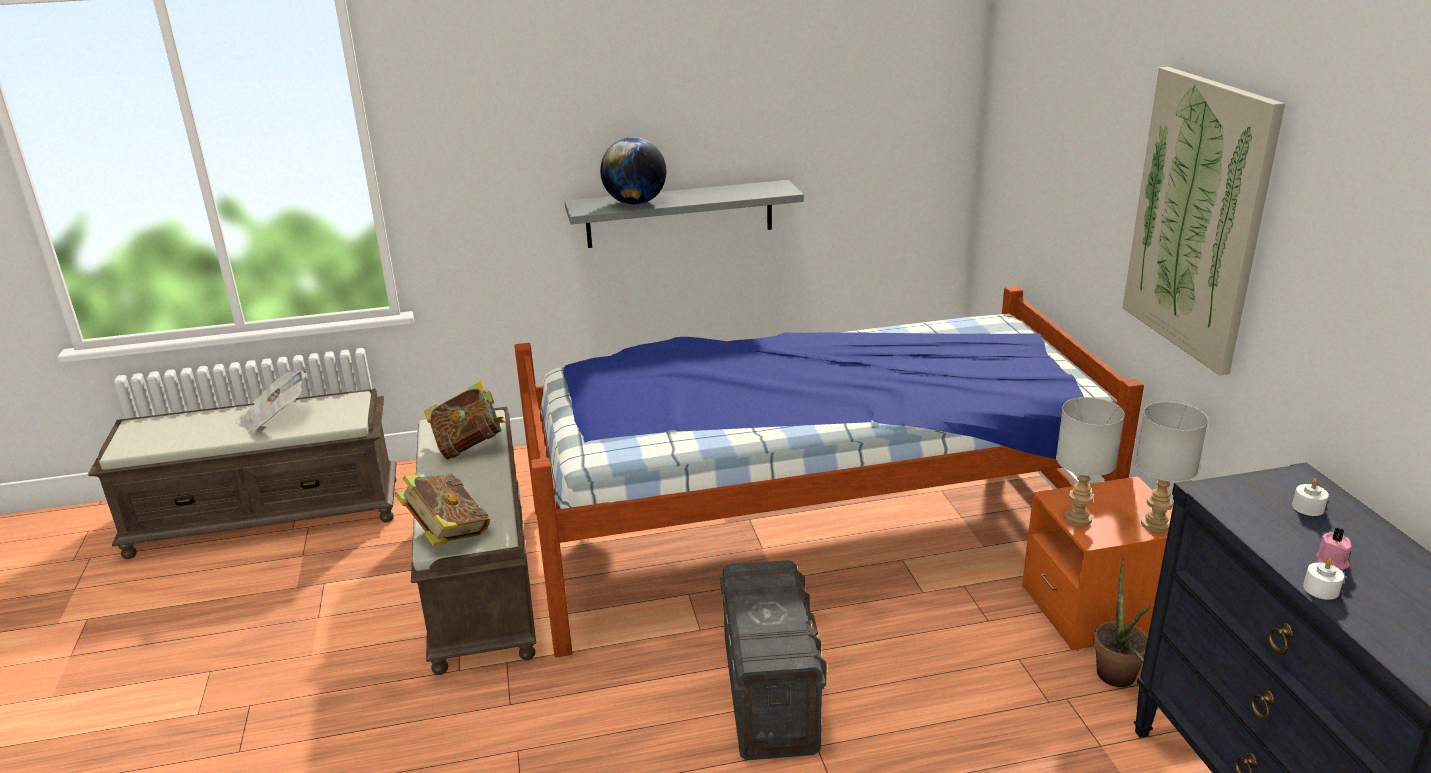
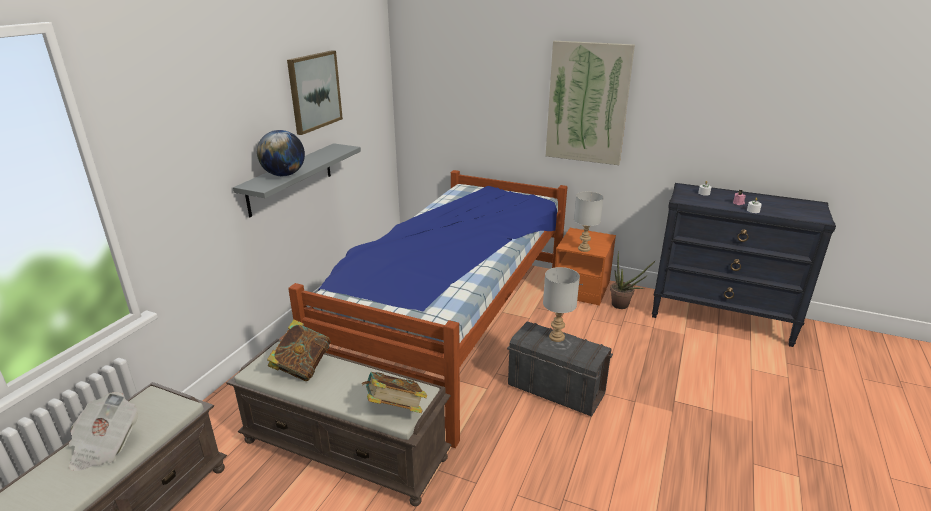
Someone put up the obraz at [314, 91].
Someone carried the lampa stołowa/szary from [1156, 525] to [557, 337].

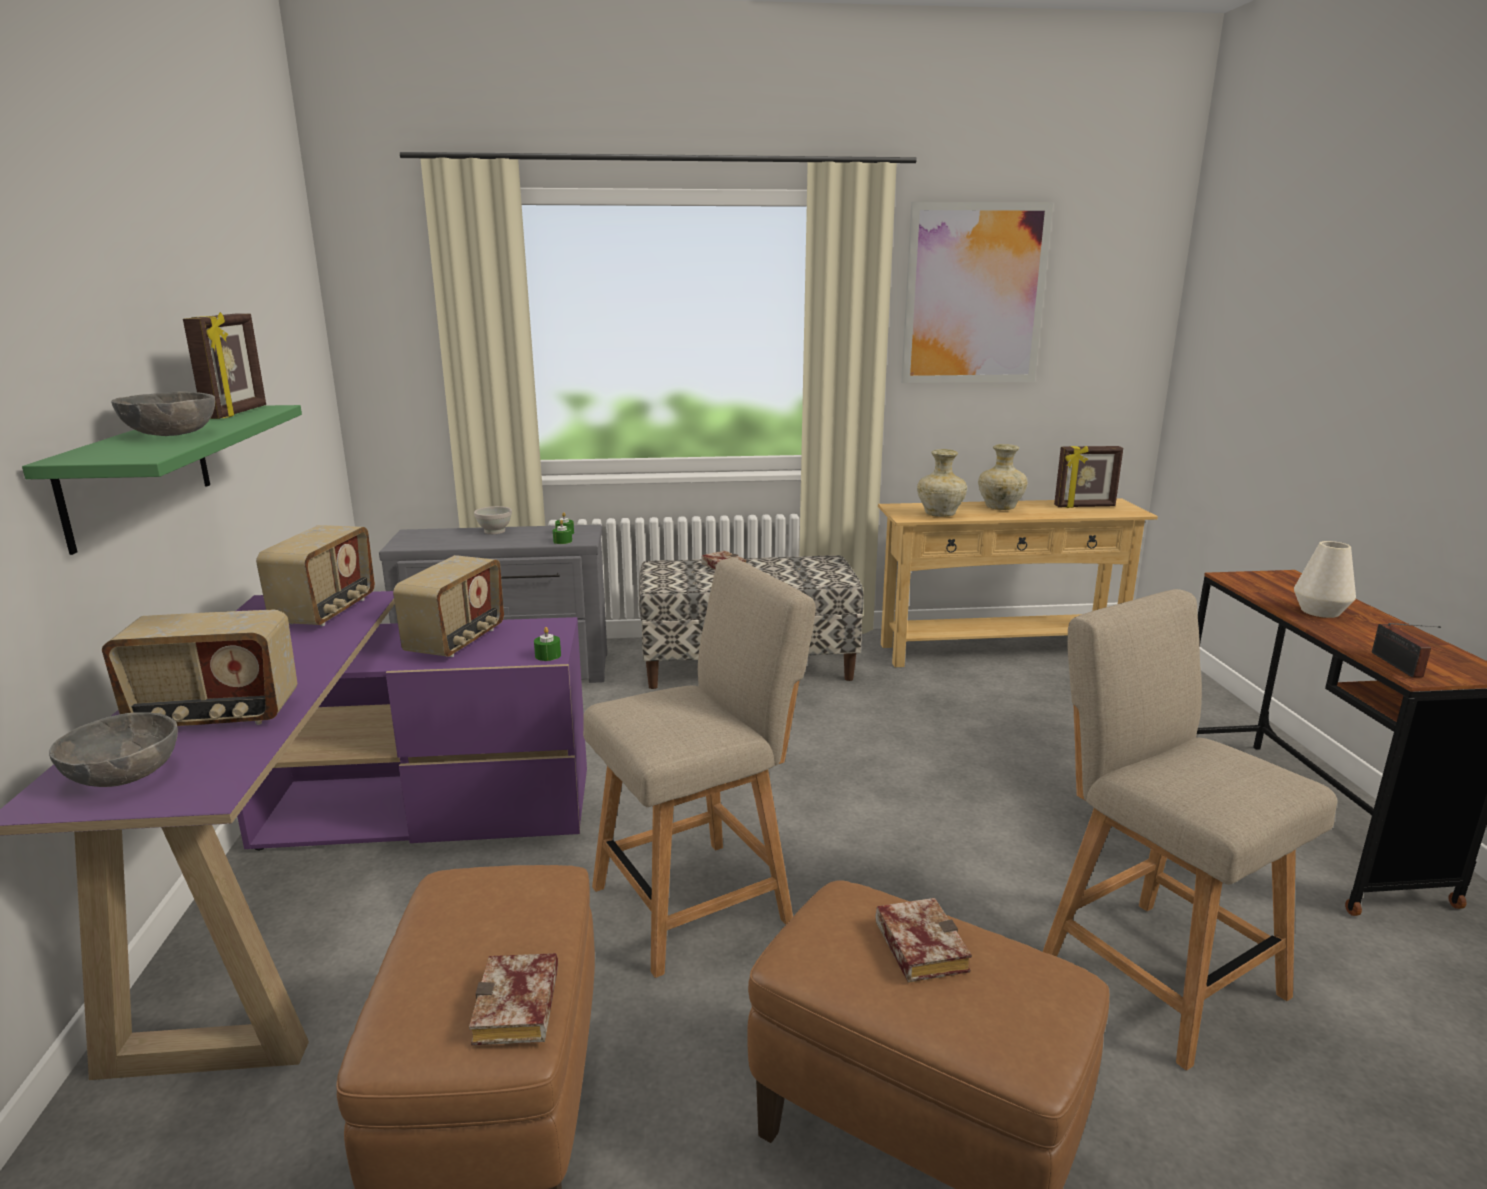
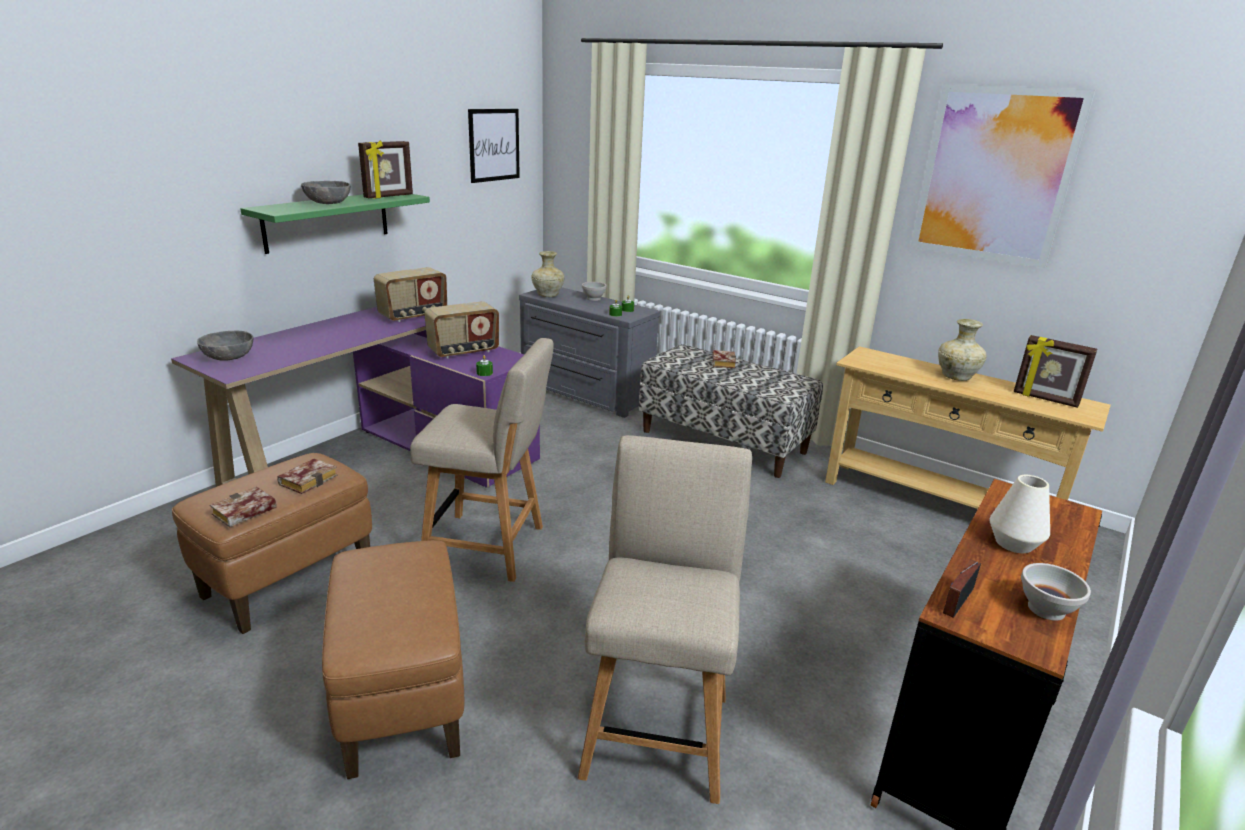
Someone carried the książka from [916, 945] to [309, 479].
Someone put up the obraz at [494, 145].
Someone carried the wazon/beżowy from [940, 514] to [548, 295].
Someone put down the miska/biały at [1047, 610].
Someone took away the radio at [215, 717].

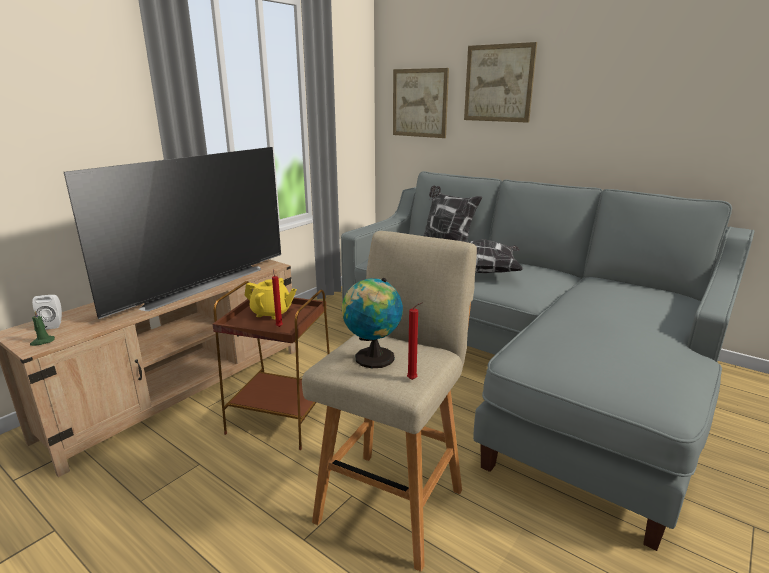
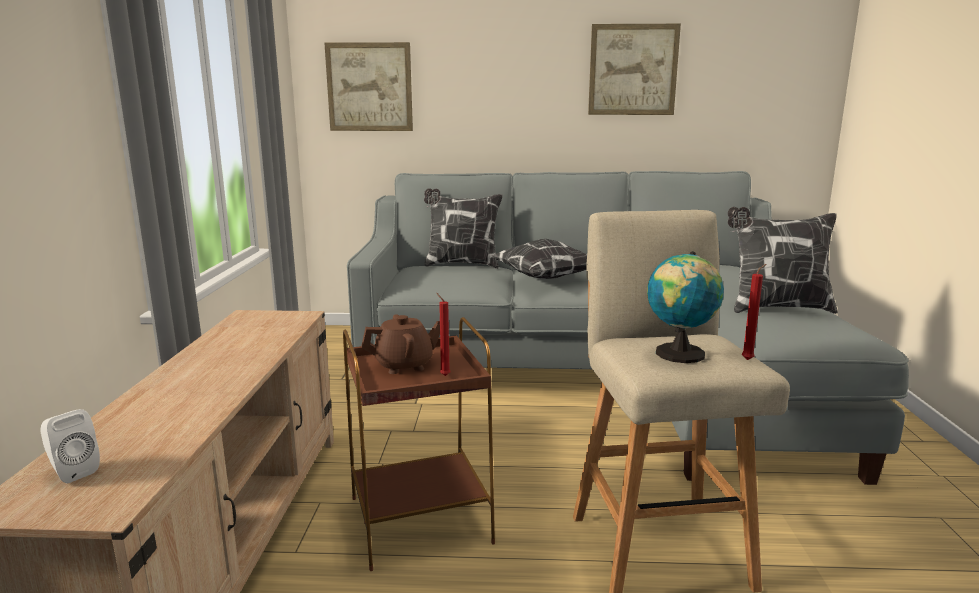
Someone repainted the imbryk/żółty at [271, 313], which became the imbryk/brązowy at [404, 365].
Someone carried the obraz from [498, 83] to [633, 70].
Someone put down the poduszka at [776, 308].
Someone took away the świeca/zielony at [42, 342].
Someone took away the telewizor at [199, 284].

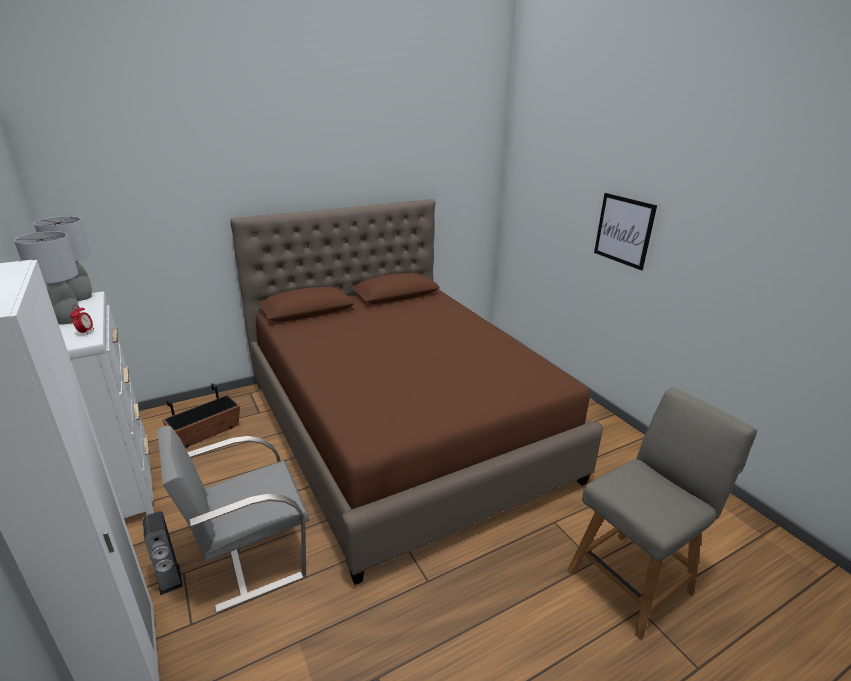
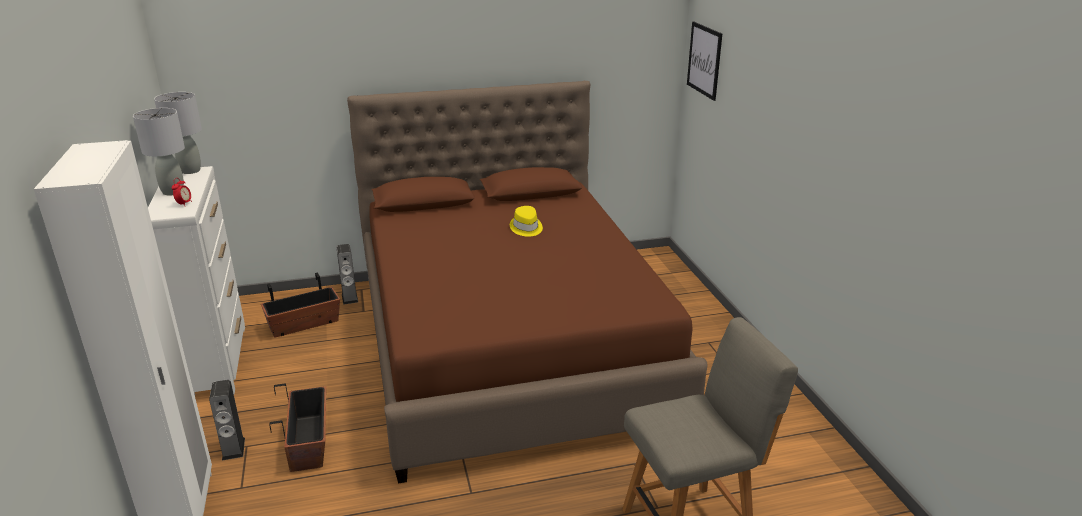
Someone swapped the krzesło/szary at [249, 556] for the donica at [309, 442].
Someone put down the głośnik at [349, 298].
Someone put down the kapelusz/żółty at [526, 228].
Someone carried the obraz from [624, 230] to [704, 60].

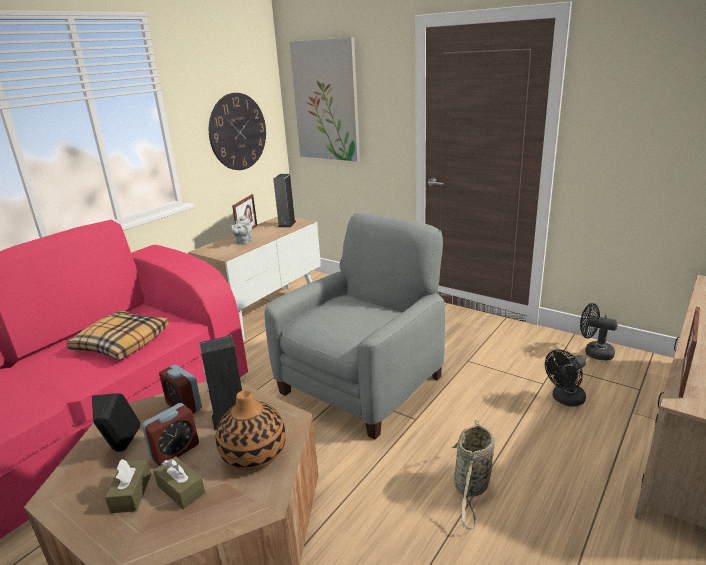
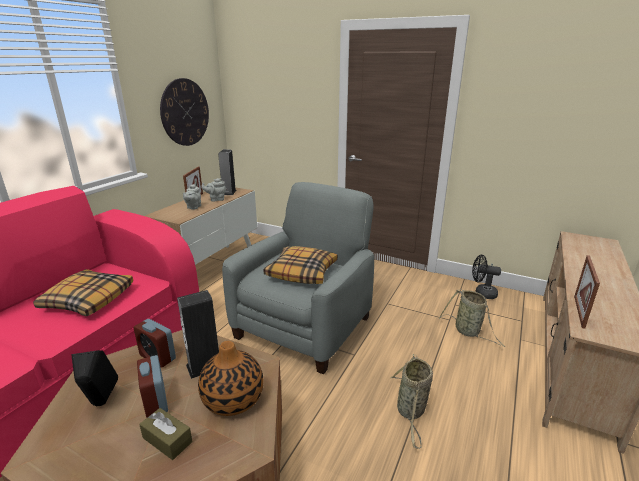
Someone rotated the budzik at [175, 451] by 120 degrees clockwise.
Someone put down the imbryk/szary at [216, 199].
Someone put down the poduszka at [302, 272].
Someone swapped the wentylator/czarny at [565, 399] for the koszyk at [468, 332].
Someone took away the pudełko chusteczek/brązowy at [131, 493].
Someone took away the obraz at [326, 101].

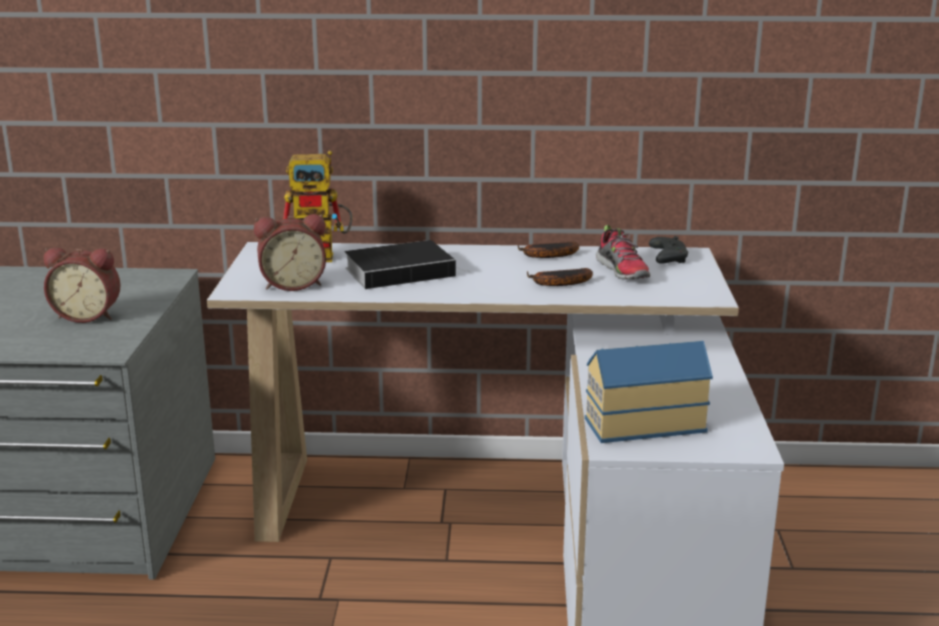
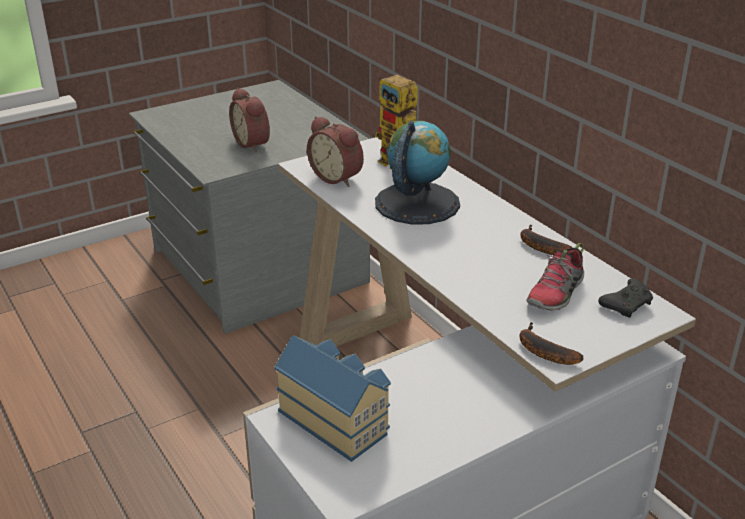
Someone swapped the książka at [402, 271] for the globus at [417, 203].
Someone carried the banan from [558, 283] to [542, 351].

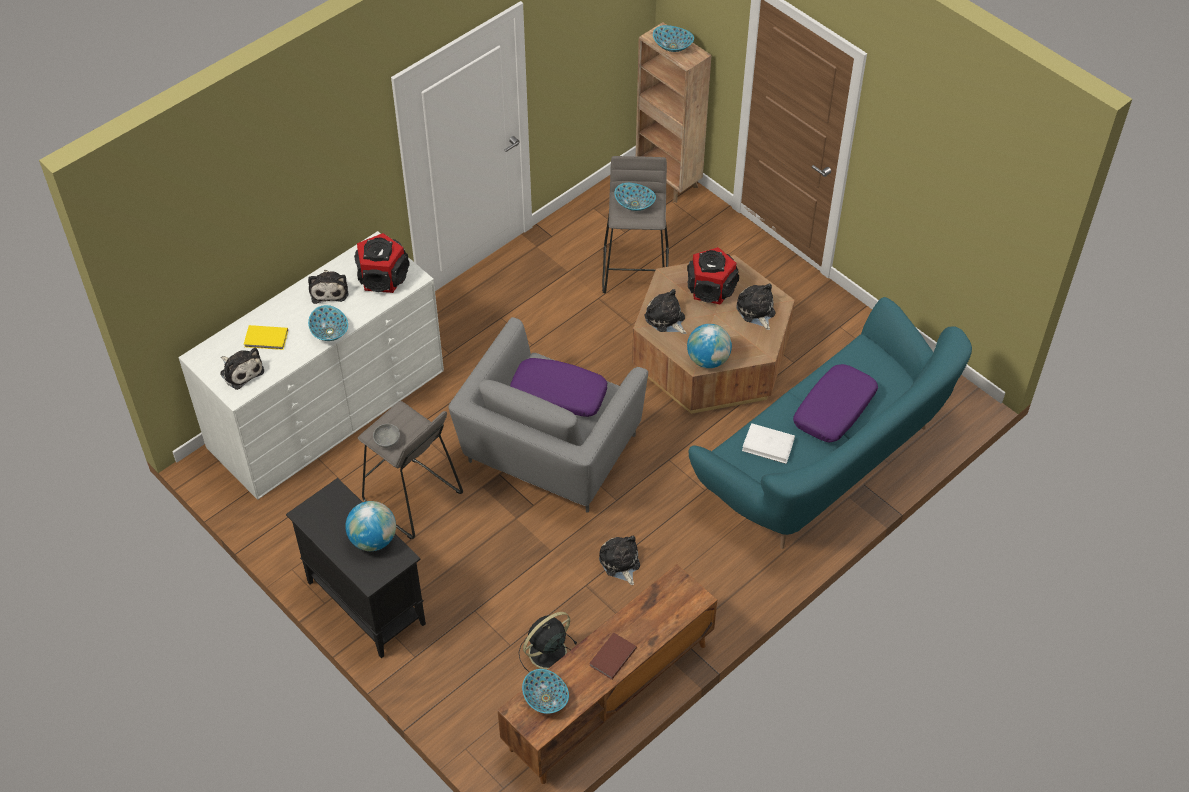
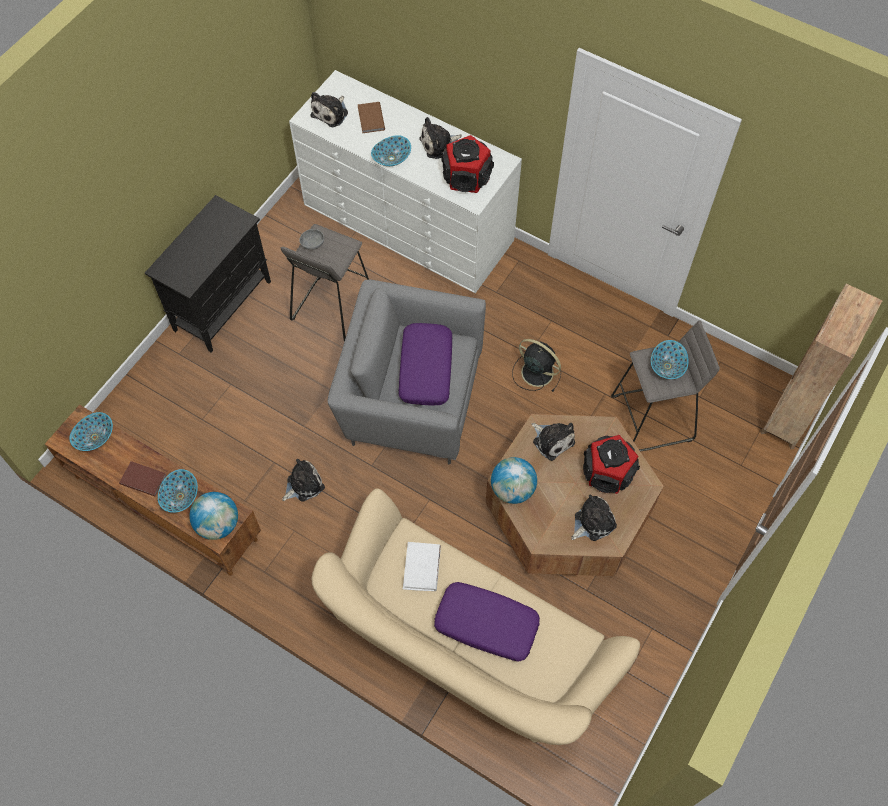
Someone carried the miska from [672, 46] to [179, 496].
Someone carried the globus from [373, 539] to [218, 524].
Someone repainted the kanapa/turkusowy at [826, 463], which became the kanapa/beżowy at [466, 646].
Someone repainted the książka/żółty at [266, 339], which became the książka/brązowy at [370, 119].
Someone carried the wentylator/czarny from [546, 653] to [536, 372].
Someone rotated the pluszak at [666, 319] by 105 degrees clockwise.

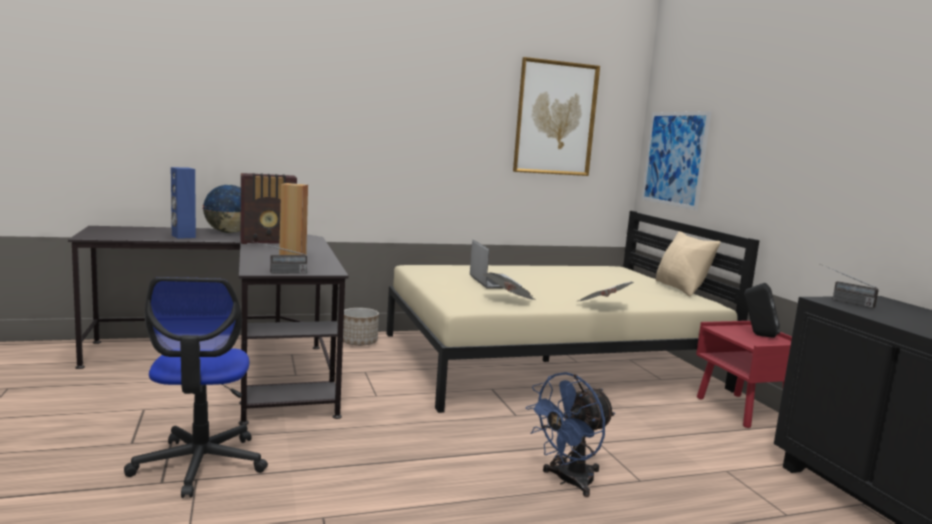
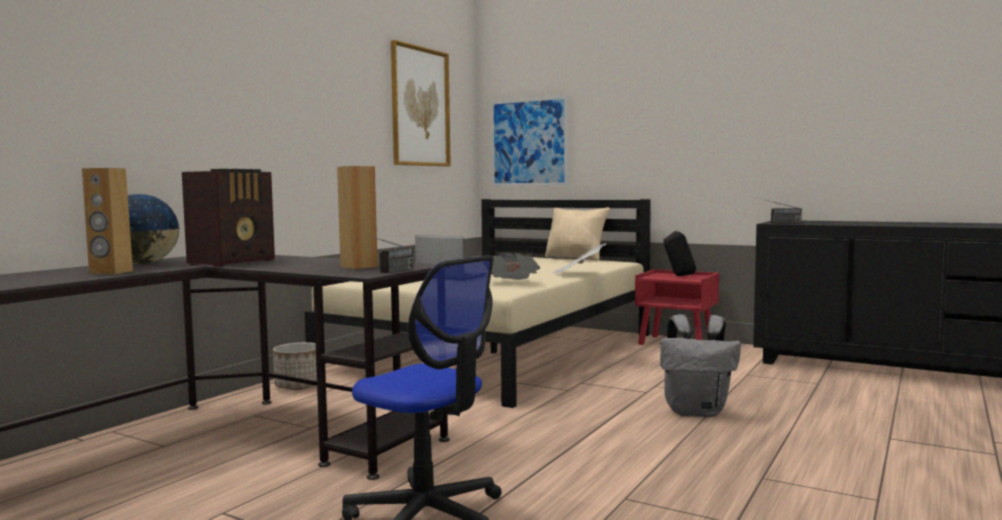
Someone repainted the głośnik/niebieski at [183, 236], which became the głośnik/brązowy at [110, 272].
Someone swapped the wentylator/niebieski at [568, 481] for the plecak/szary at [696, 411].

